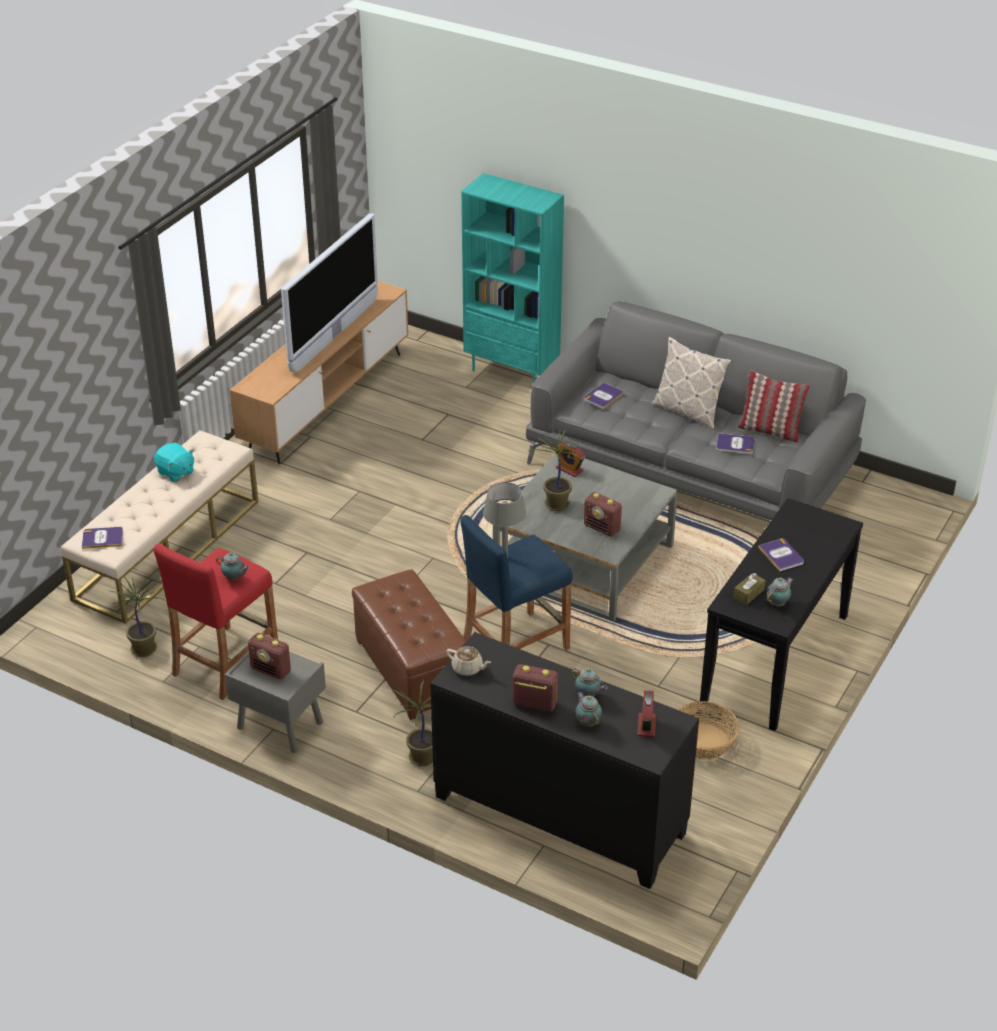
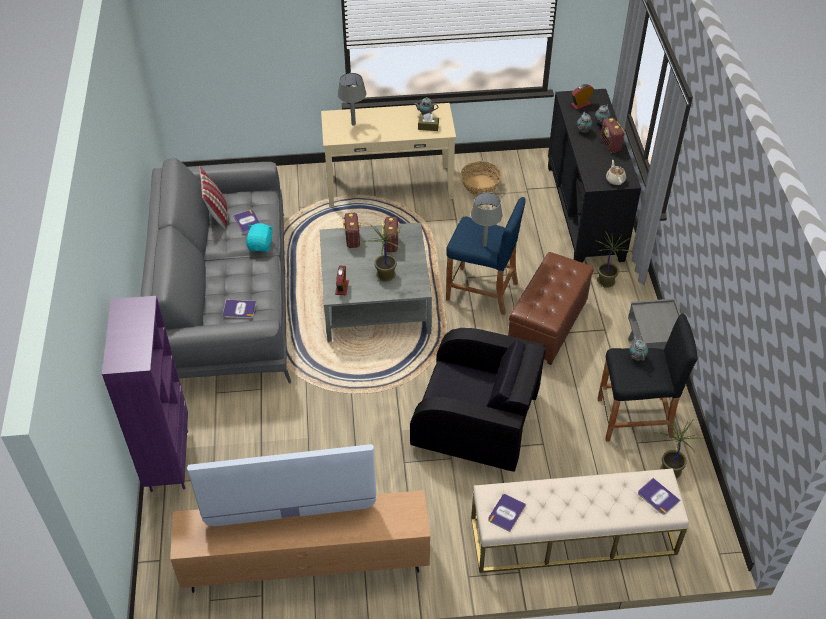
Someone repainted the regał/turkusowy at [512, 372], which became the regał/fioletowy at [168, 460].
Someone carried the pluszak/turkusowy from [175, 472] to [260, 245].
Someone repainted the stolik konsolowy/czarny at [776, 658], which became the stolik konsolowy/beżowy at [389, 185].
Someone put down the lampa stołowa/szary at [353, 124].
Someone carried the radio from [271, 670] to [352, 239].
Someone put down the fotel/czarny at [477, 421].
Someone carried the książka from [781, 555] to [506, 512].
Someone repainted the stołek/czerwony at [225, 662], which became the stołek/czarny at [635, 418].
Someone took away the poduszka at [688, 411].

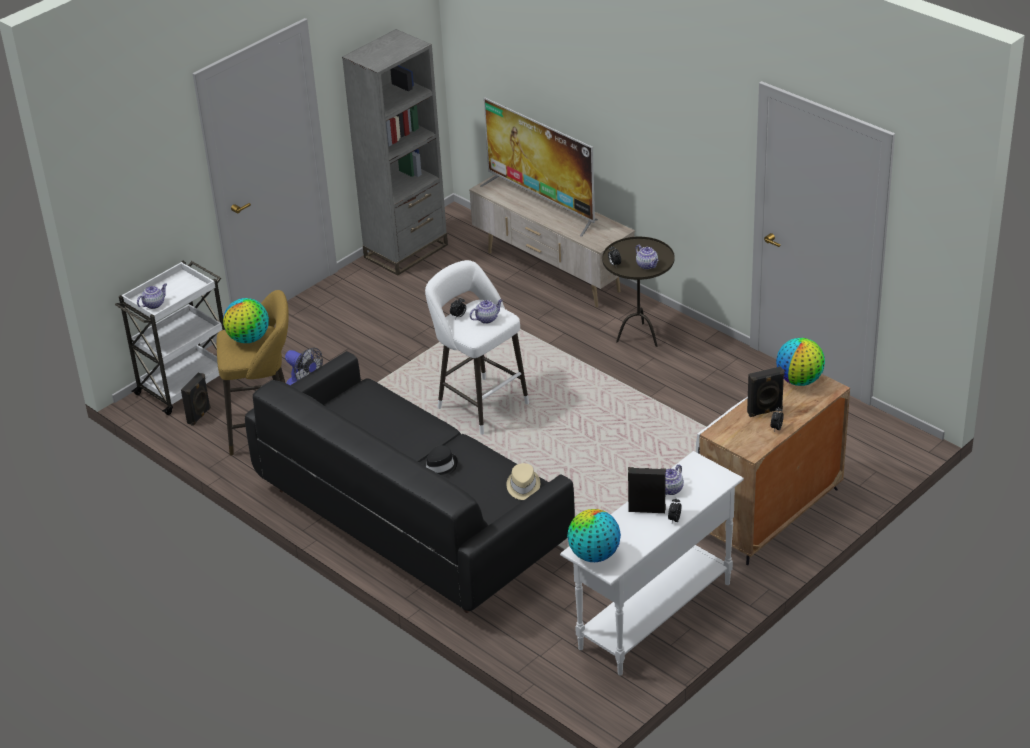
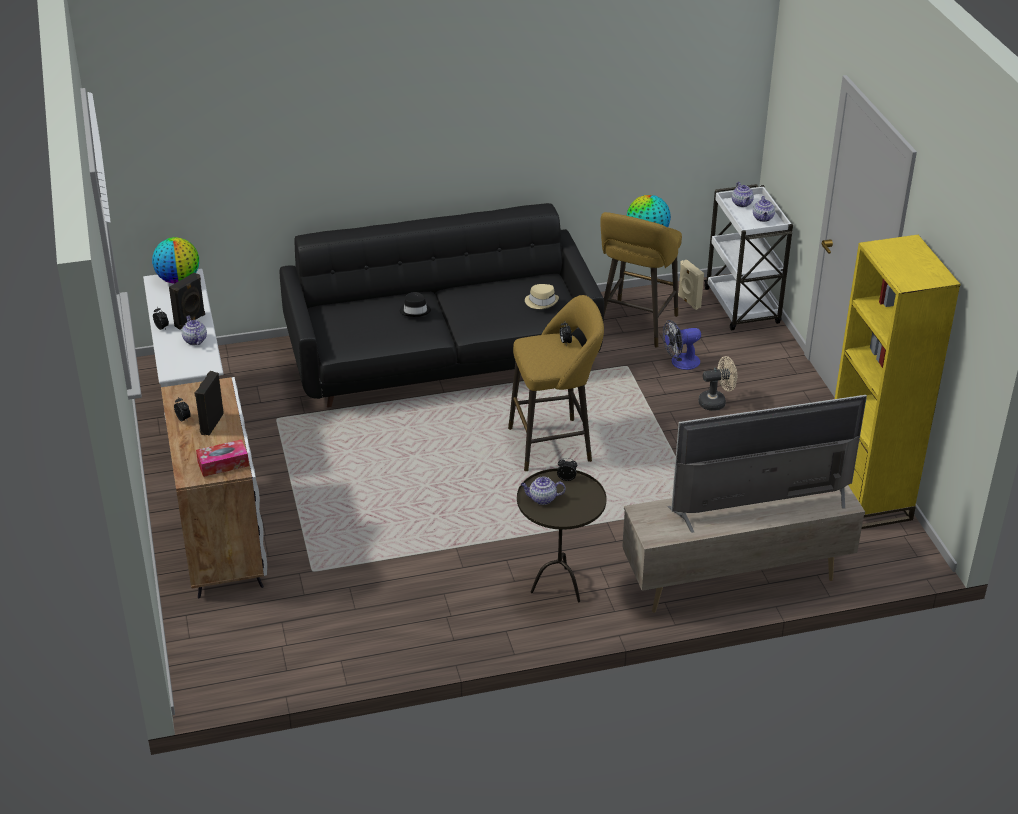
Someone swapped the globus at [799, 380] for the pudełko chusteczek at [223, 464].
Someone repainted the stołek/biały at [479, 403], which became the stołek/żółty at [555, 444].
Someone carried the kapelusz/beżowy from [523, 486] to [541, 301].
Someone repainted the głośnik/czarny at [199, 416], which became the głośnik/beżowy at [688, 302].
Someone put down the wentylator/beżowy at [716, 402].
Someone carried the imbryk from [487, 318] to [763, 218].
Someone repainted the regał/szary at [406, 251], which became the regał/żółty at [866, 497].

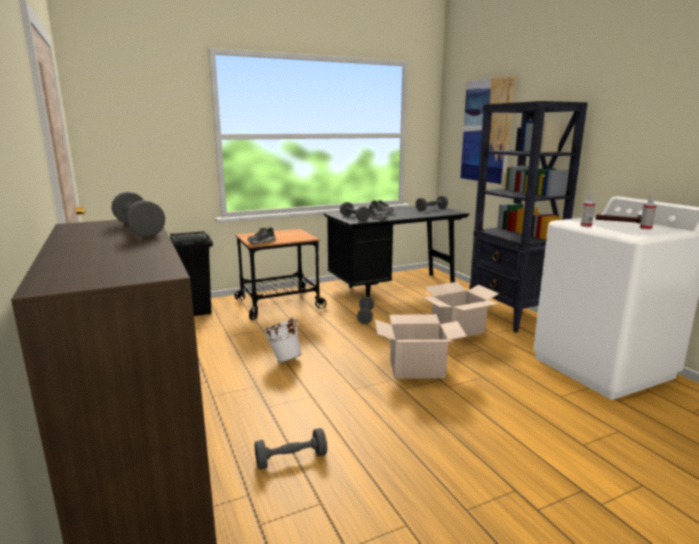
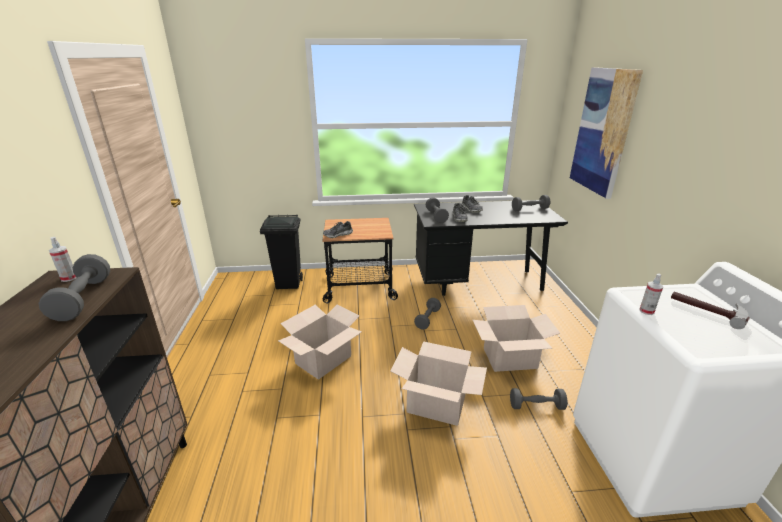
Someone carried the spryskiwacz from [645, 228] to [69, 278].
Someone swapped the wiadro/biały at [283, 359] for the karton at [323, 359].
Someone carried the hantel/szary from [291, 459] to [536, 406].
Someone took away the regał/czarny at [511, 316].

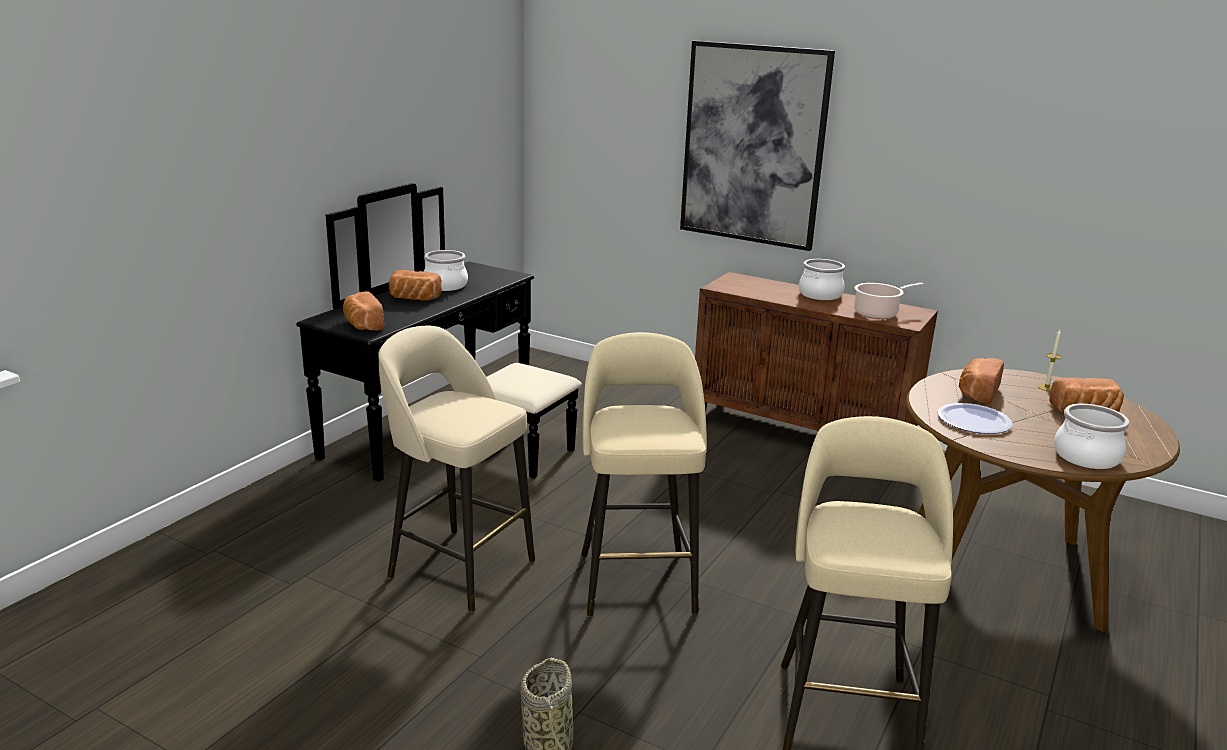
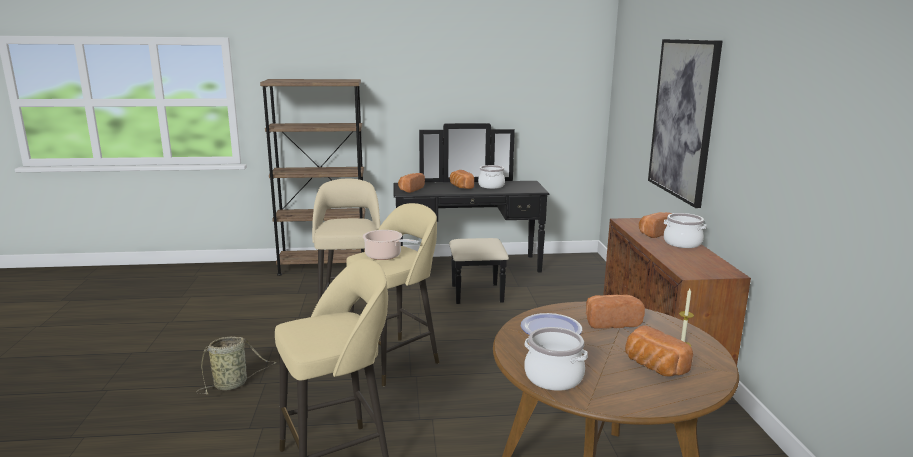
Someone put down the regał/brązowy at [323, 267].
Someone carried the garnek from [878, 313] to [385, 256].
Someone put down the chleb at [654, 233].

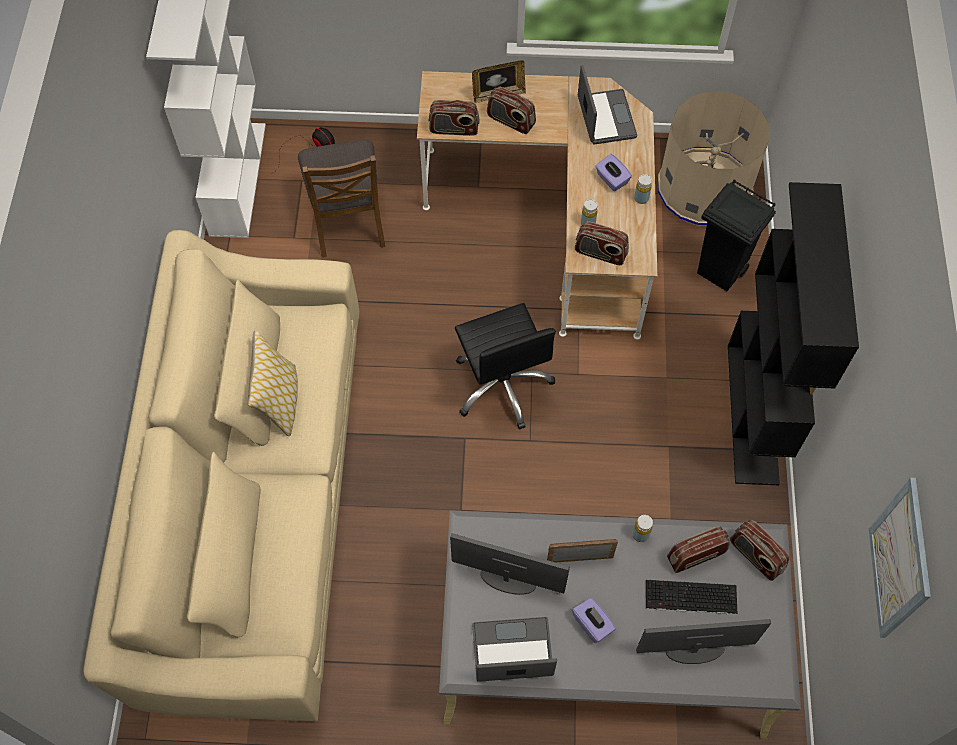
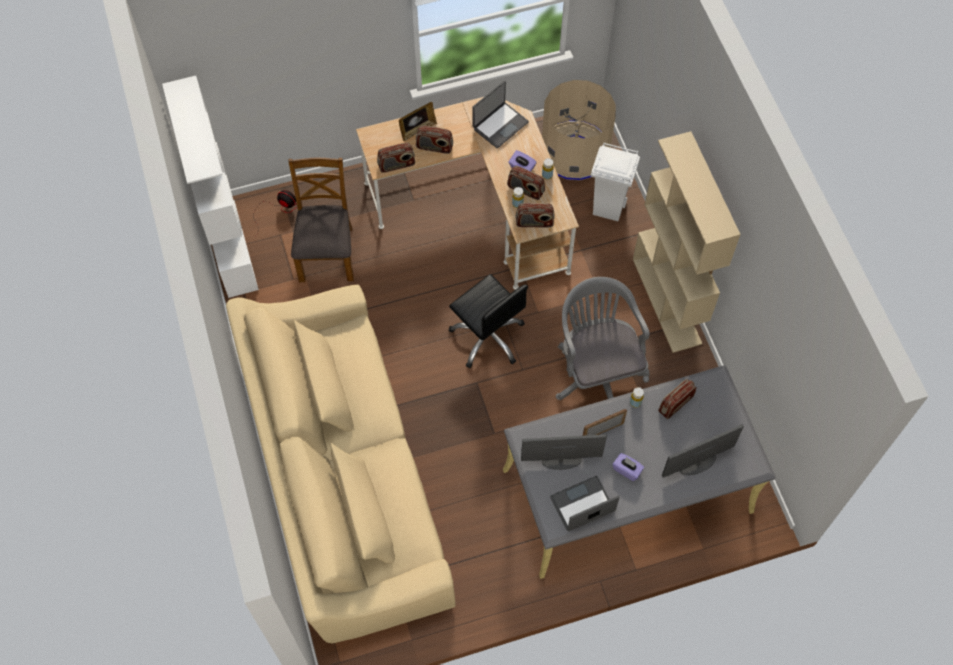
Someone rotated the krzesło/brązowy at [347, 220] by 150 degrees counterclockwise.
Someone rotated the laptop at [605, 118] by 75 degrees clockwise.
Someone carried the radio from [755, 556] to [525, 190].
Someone put down the krzesło biurowe/szary at [596, 371].
Someone repainted the kosz na śmieci/czarny at [721, 272], which became the kosz na śmieci/biały at [609, 208].
Someone repainted the regał/czarny at [753, 414], which became the regał/beżowy at [667, 301].
Someone took away the poduszka at [279, 401].
Someone took away the klawiatura at [690, 598].
Someone took away the obraz at [900, 560].

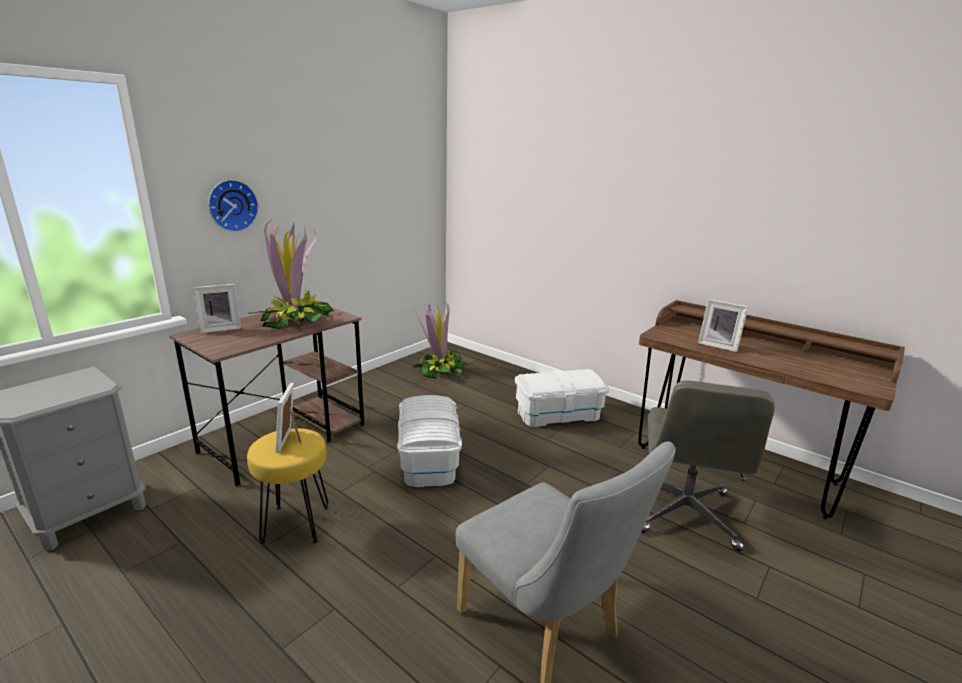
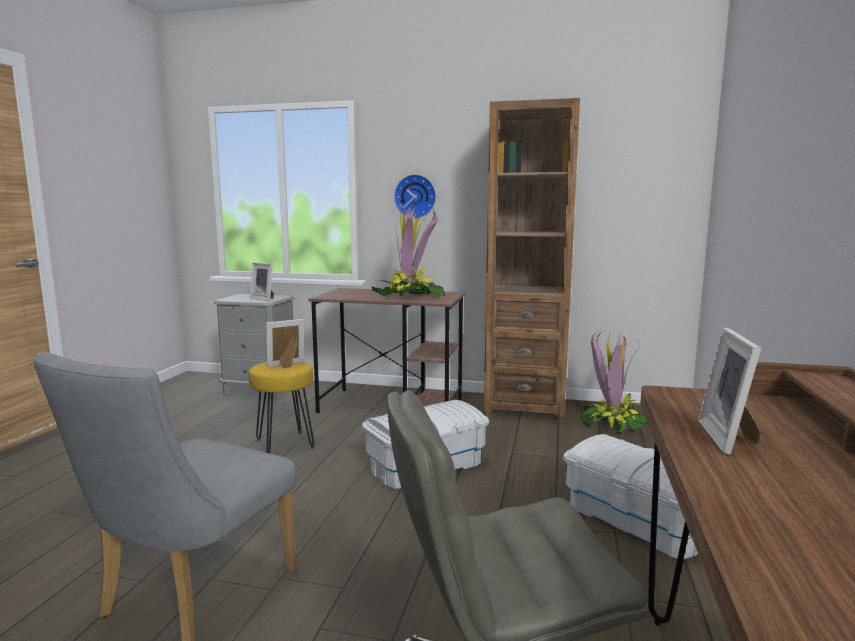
Someone carried the ramka na zdjęcie from [220, 328] to [264, 299].
Someone put down the regał/brązowy at [525, 408].

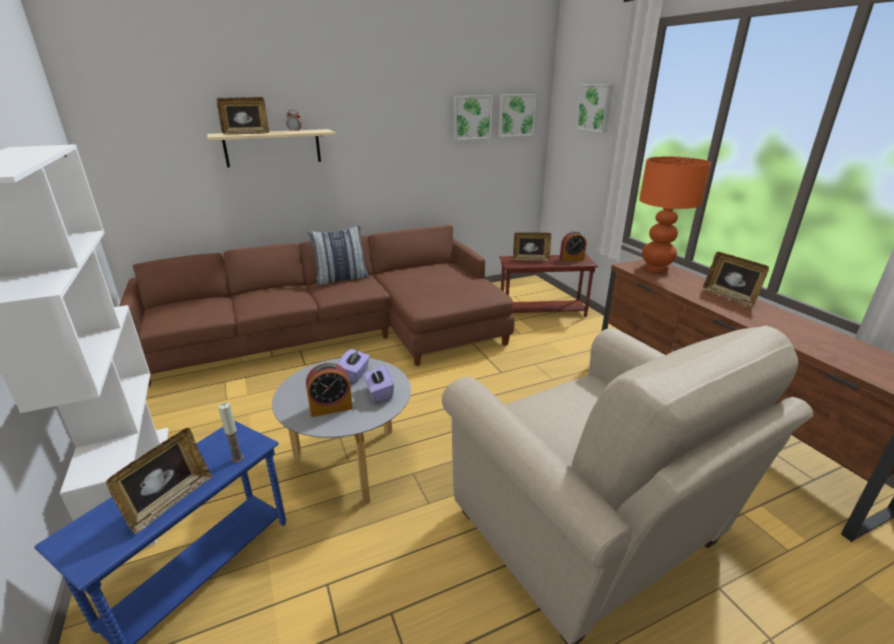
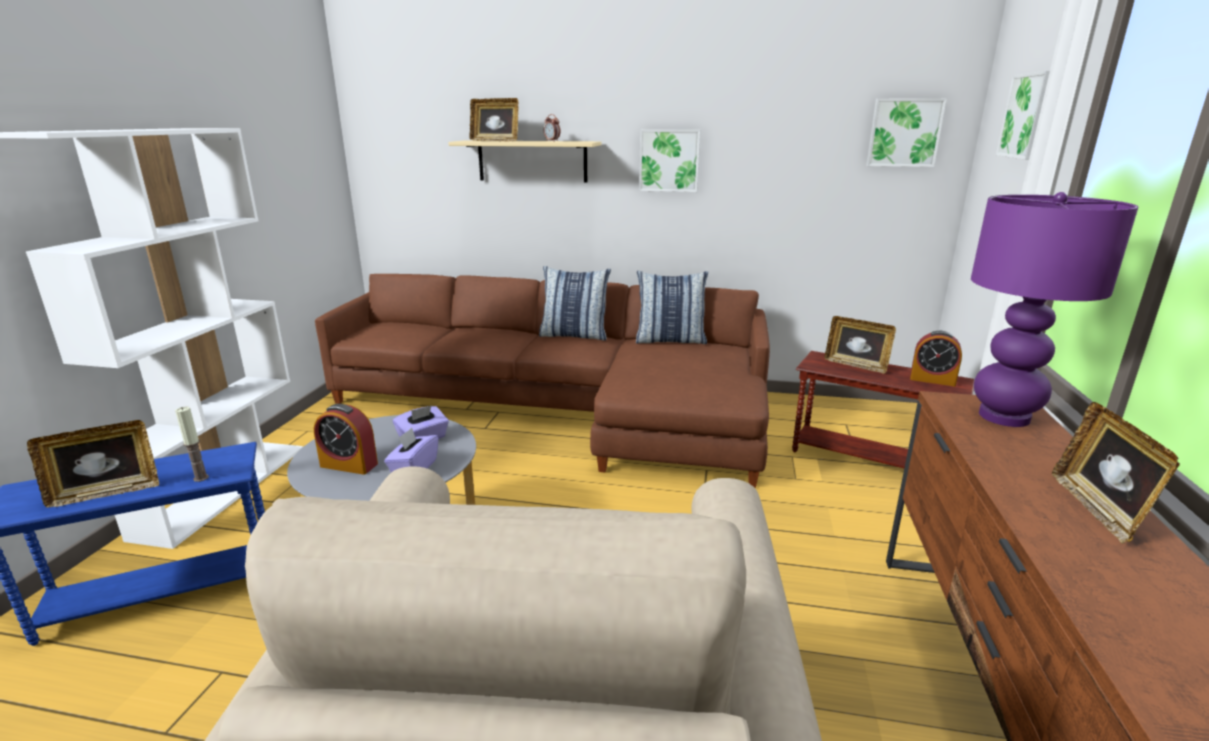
Someone put down the poduszka at [670, 340].
Someone carried the obraz from [471, 117] to [669, 160].
Someone repainted the lampa stołowa/pomarańczowy at [655, 268], which became the lampa stołowa/fioletowy at [1003, 416].

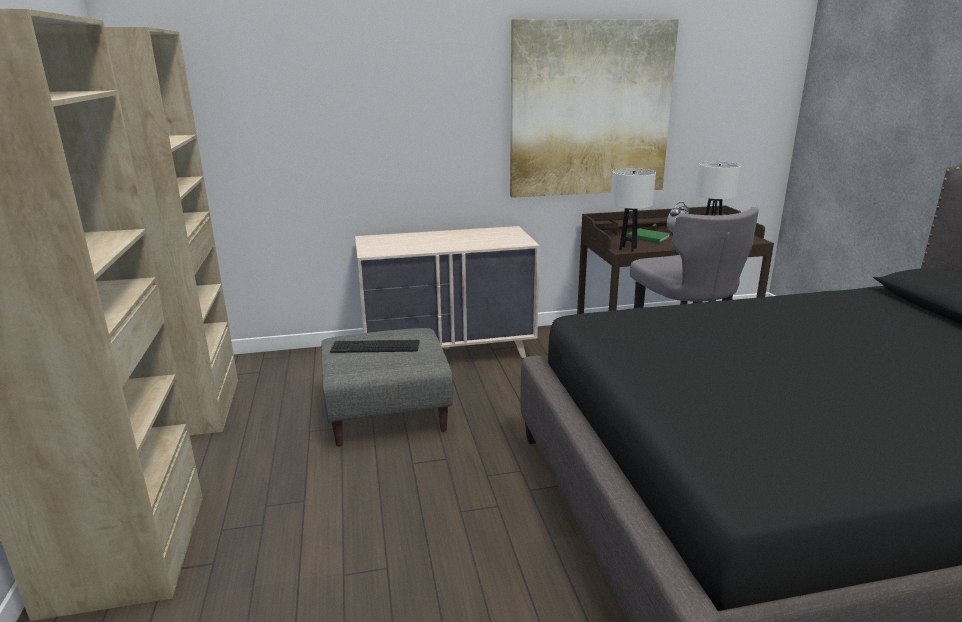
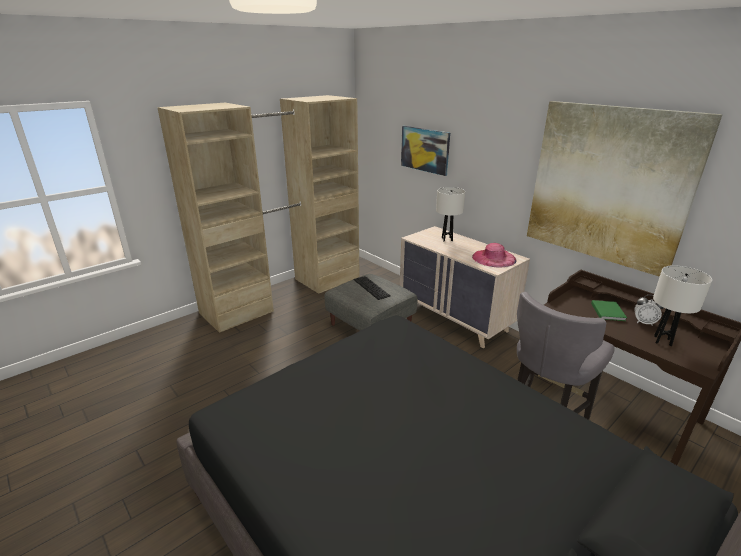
Someone put up the obraz at [425, 149].
Someone carried the lampa stołowa/biały from [628, 249] to [447, 239].
Someone put down the kapelusz/różowy at [494, 258].

